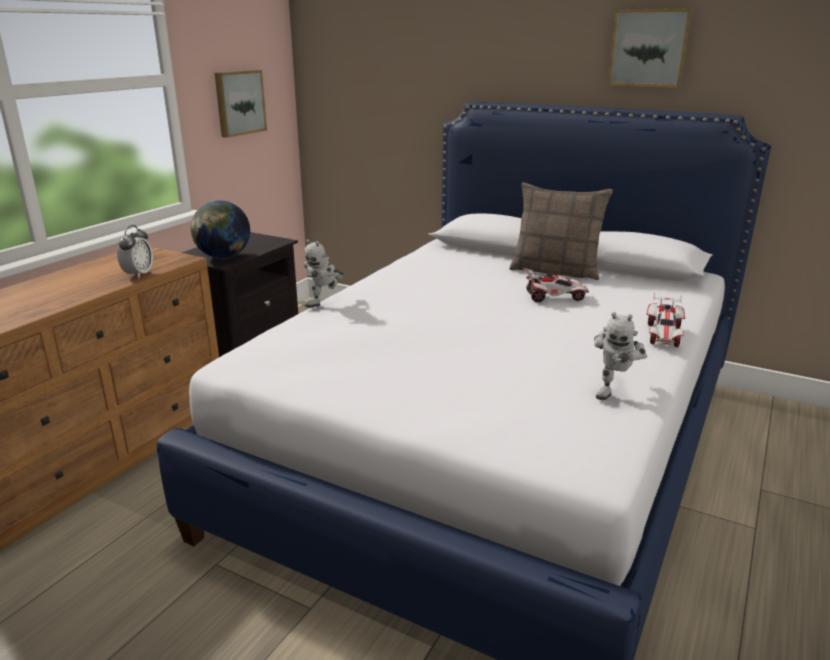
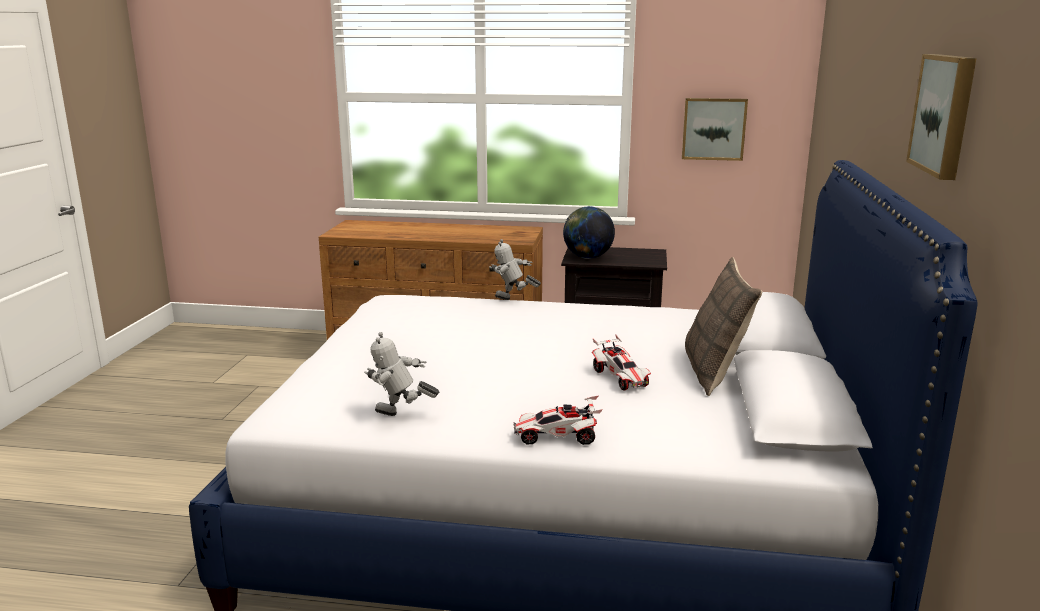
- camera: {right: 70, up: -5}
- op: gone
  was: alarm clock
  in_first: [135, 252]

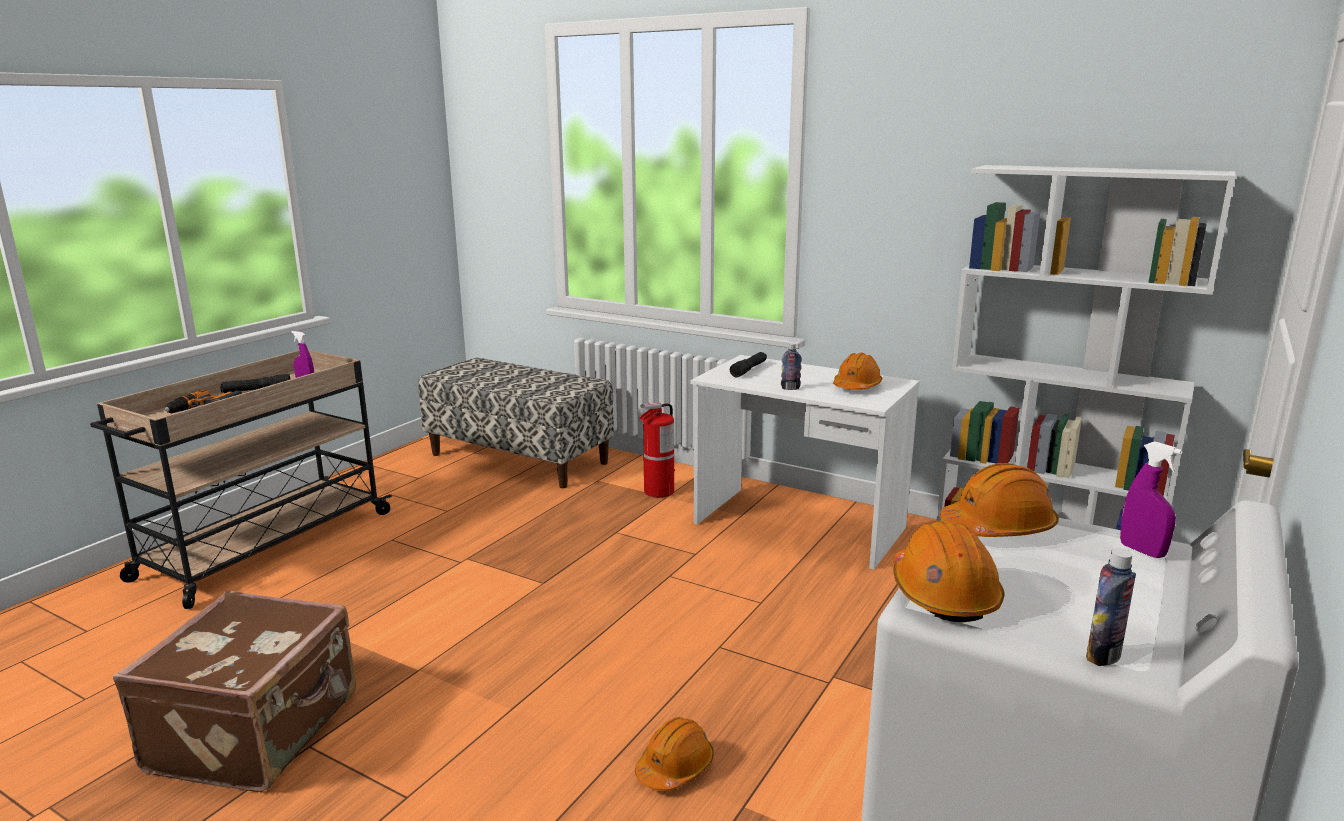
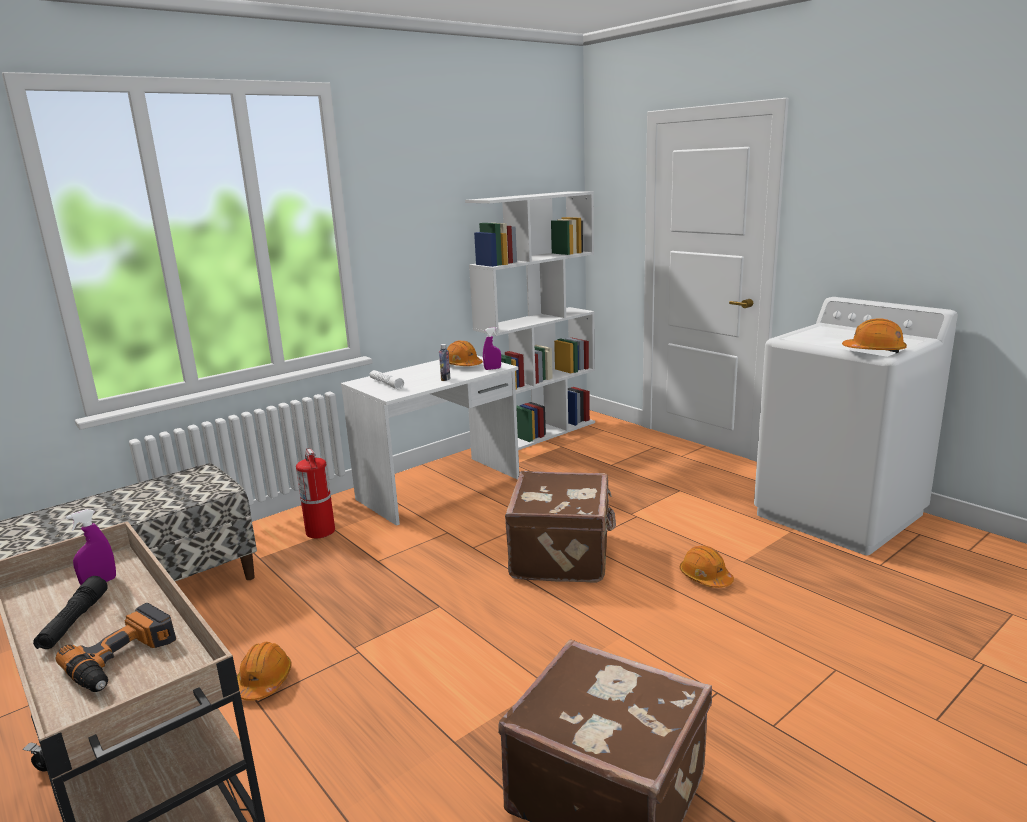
- camera: {right: -70, up: 0}
- op: shifted
  was: orange hard hat
  in_first: [999, 500]
  in_second: [264, 671]
- op: repainted
  was: black flashlight
  now: white flashlight
  in_first: [748, 364]
  in_second: [386, 379]
- op: shifted
  was: purple spray bottle
  in_first: [1151, 499]
  in_second: [492, 348]
- op: new
  now: brown suitcase
  in_second: [560, 526]
- op: gone
  was: bottle
  in_first: [1111, 607]

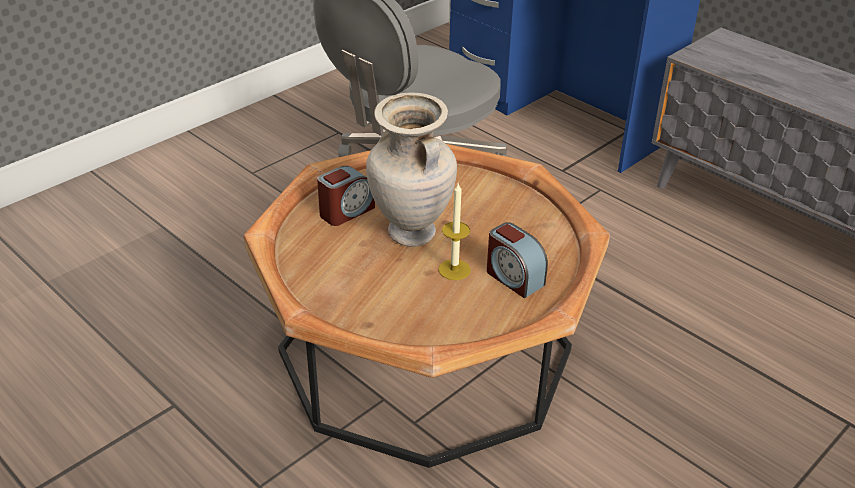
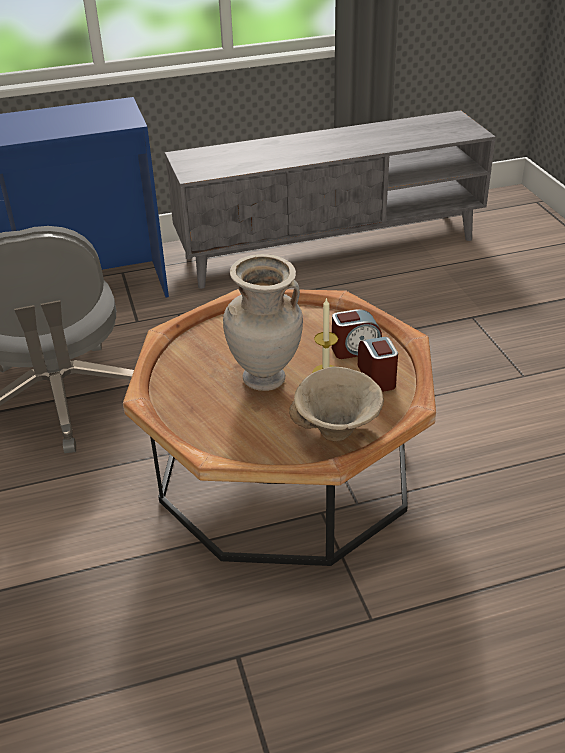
- camera: {right: -60, up: 0}
- op: new
  now: beige bowl
  in_second: [336, 404]
- op: shifted
  was: alarm clock
  in_first: [346, 196]
  in_second: [378, 364]

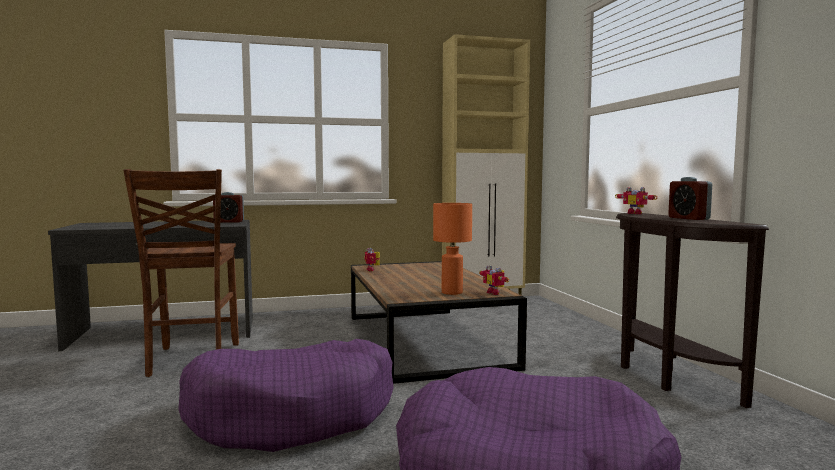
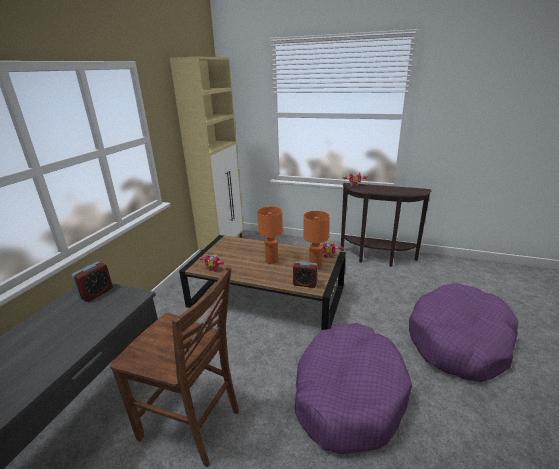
- camera: {right: -55, up: 20}
- op: new
  now: orange table lamp
  in_second: [270, 235]
- op: shifted
  was: alarm clock
  in_first: [690, 198]
  in_second: [305, 274]

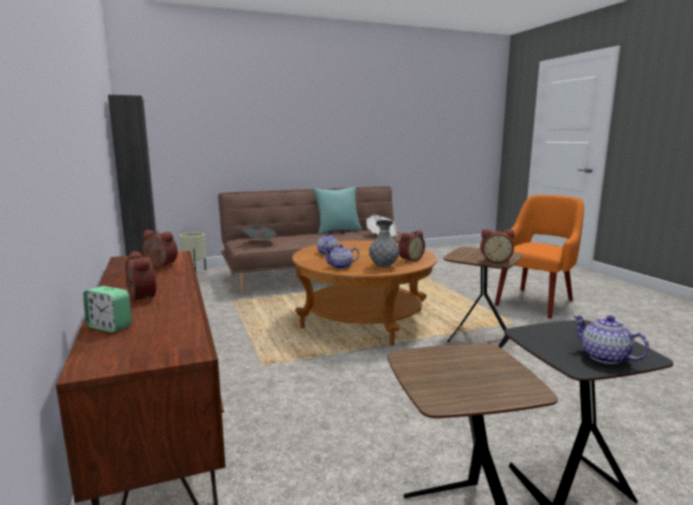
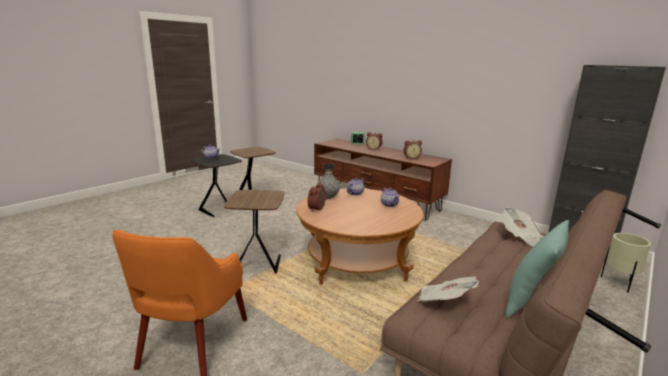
- camera: {right: 150, up: 5}
- op: gone
  was: alarm clock
  in_first: [497, 246]

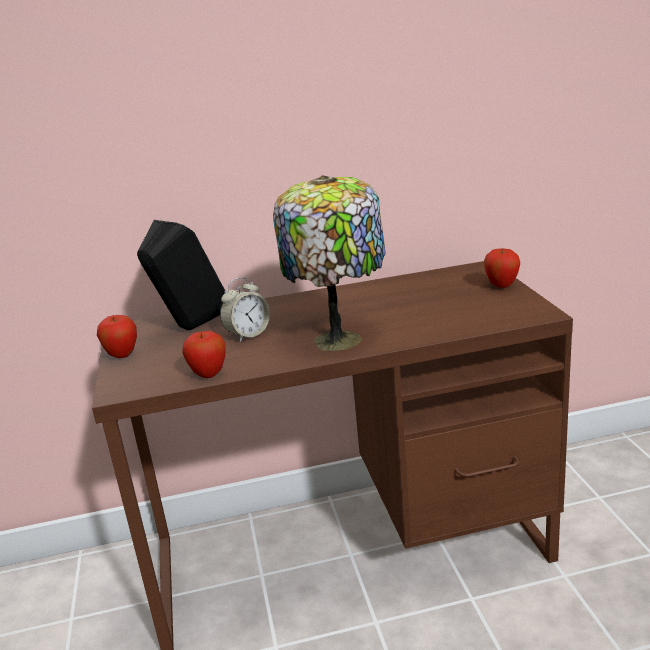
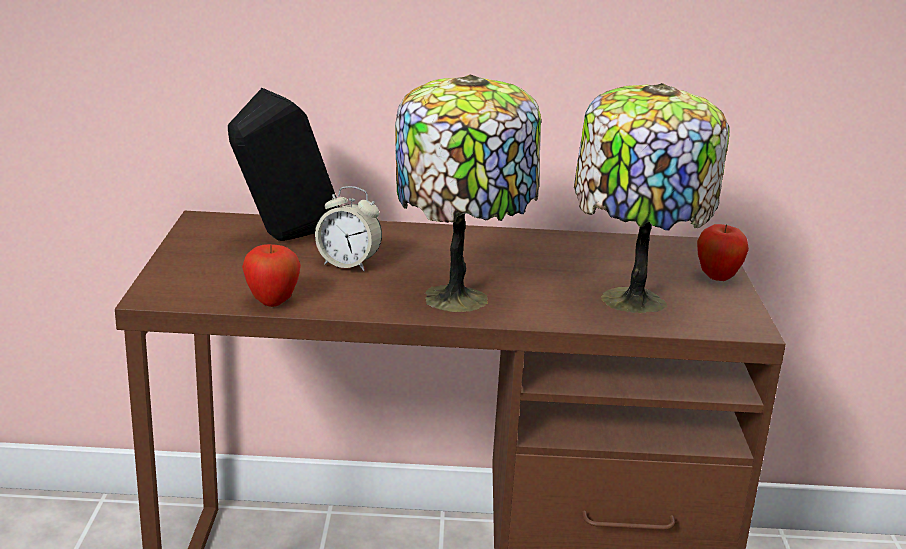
- camera: {right: 10, up: 0}
- op: rotated
  was: alarm clock
  in_first: [245, 309]
  in_second: [348, 228]
  clockwise: 45
- op: new
  now: table lamp
  in_second: [651, 198]
- op: gone
  was: apple
  in_first: [117, 336]

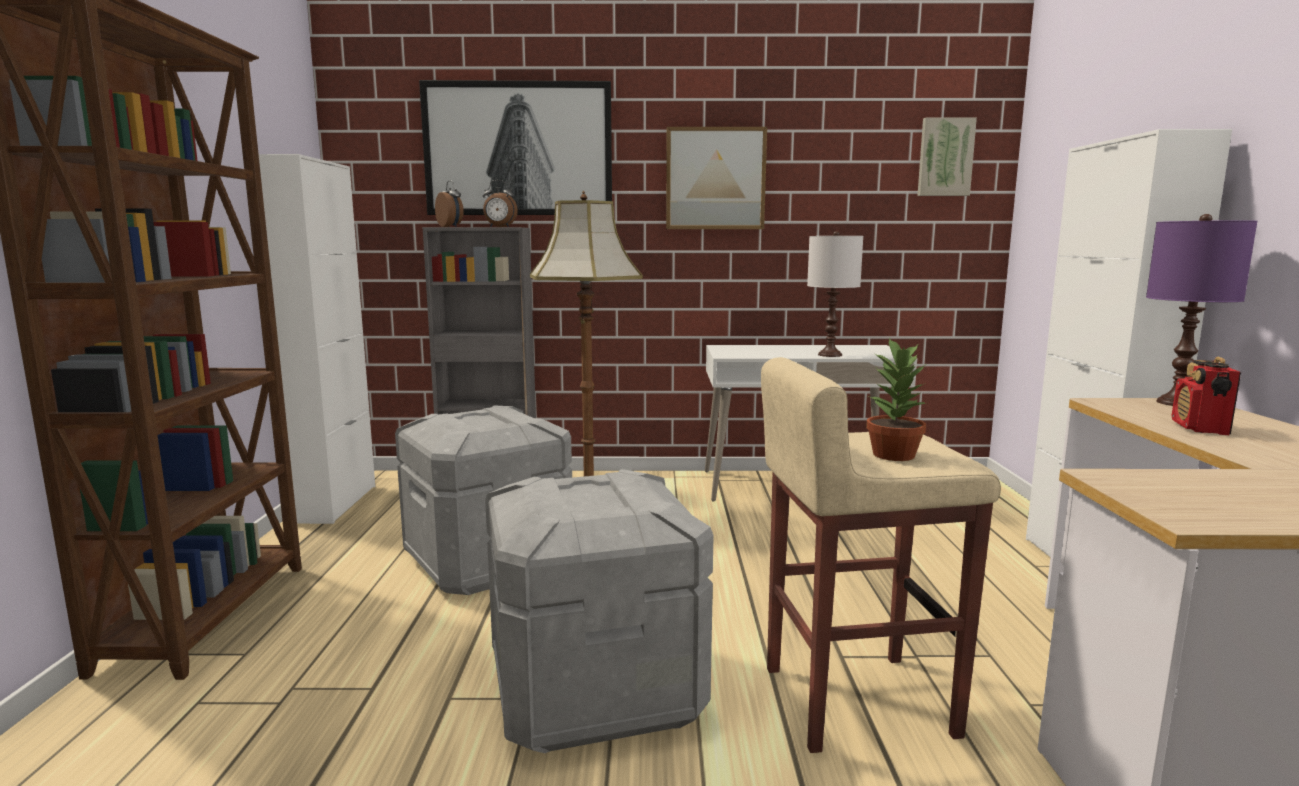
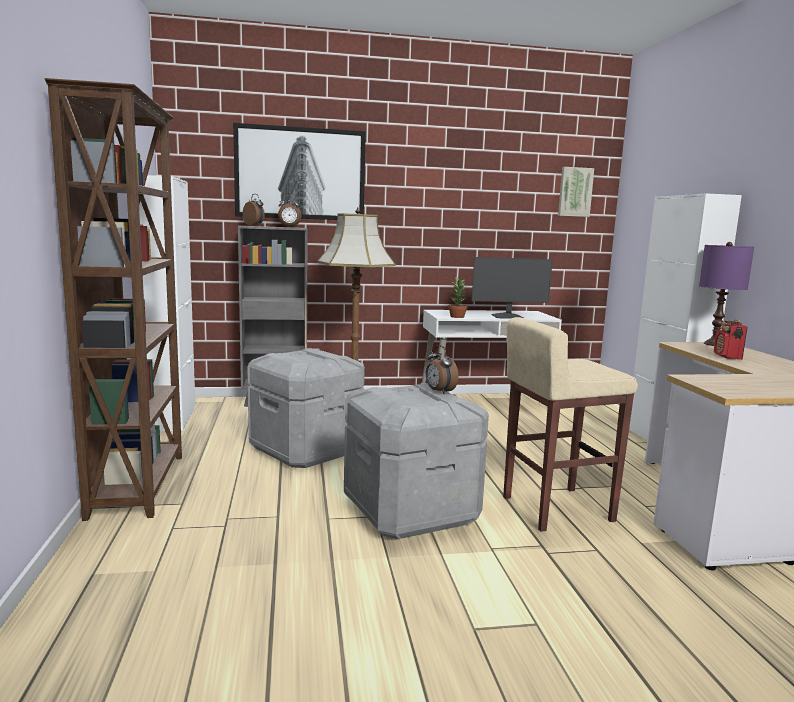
- camera: {right: -10, up: 0}
- op: new
  now: alarm clock
  in_second: [442, 369]
- op: shifted
  was: potted plant
  in_first: [896, 399]
  in_second: [458, 298]
- op: swapped
  was: white table lamp
  now: monitor
  in_first: [835, 294]
  in_second: [512, 288]
- op: gone
  was: picture
  in_first: [716, 178]

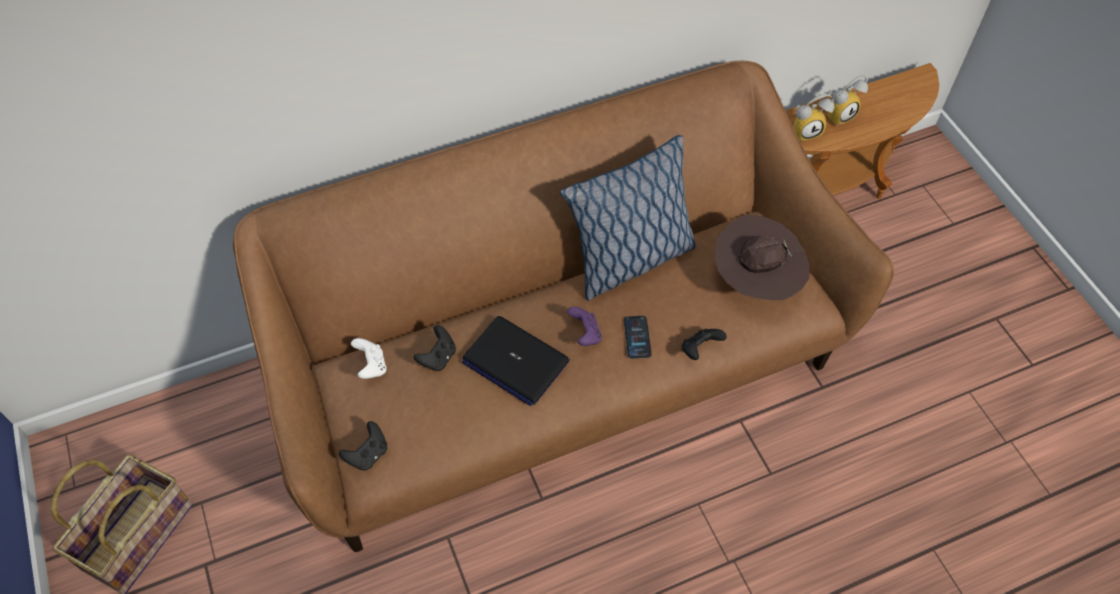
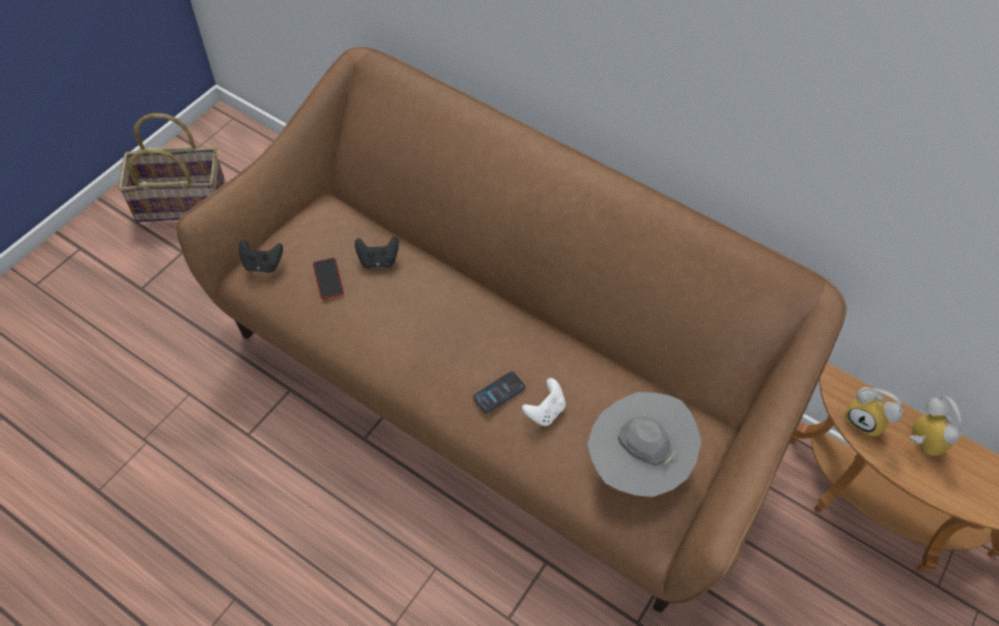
- camera: {right: 55, up: 0}
- op: new
  now: phone
  in_second: [328, 278]
- op: shifted
  was: white game controller
  in_first: [369, 358]
  in_second: [544, 402]
- op: repainted
  was: brown hat
  now: grey hat
  in_first: [762, 257]
  in_second: [644, 444]
- op: rotated
  was: alarm clock
  in_first: [848, 100]
  in_second: [935, 426]
  clockwise: -135
- op: gone
  was: laptop
  in_first: [516, 361]
- op: gone
  was: pillow
  in_first: [628, 218]
- op: gone
  was: purple game controller
  in_first: [584, 326]
- op: gone
  was: black game controller
  in_first: [704, 344]

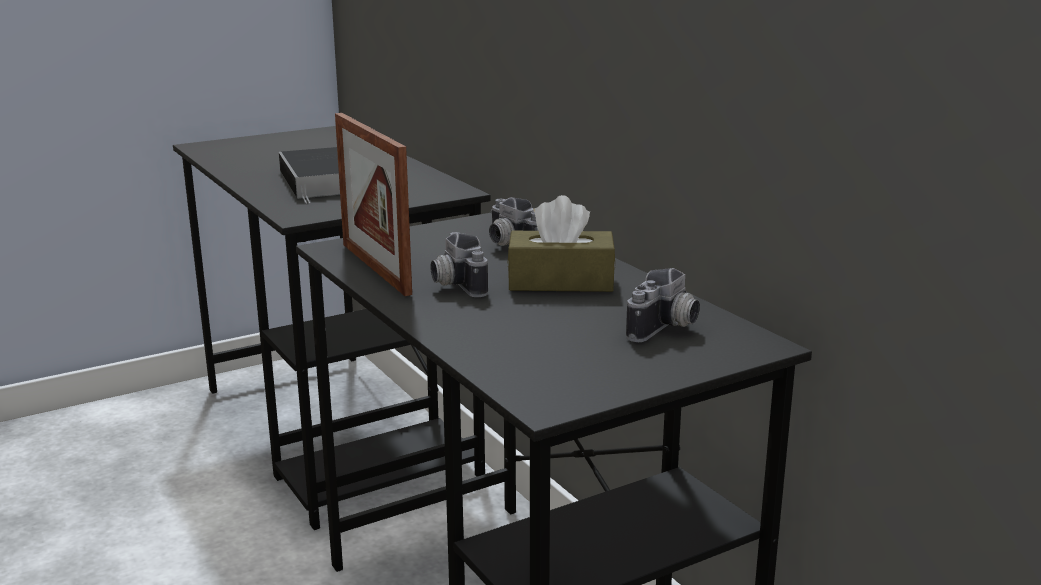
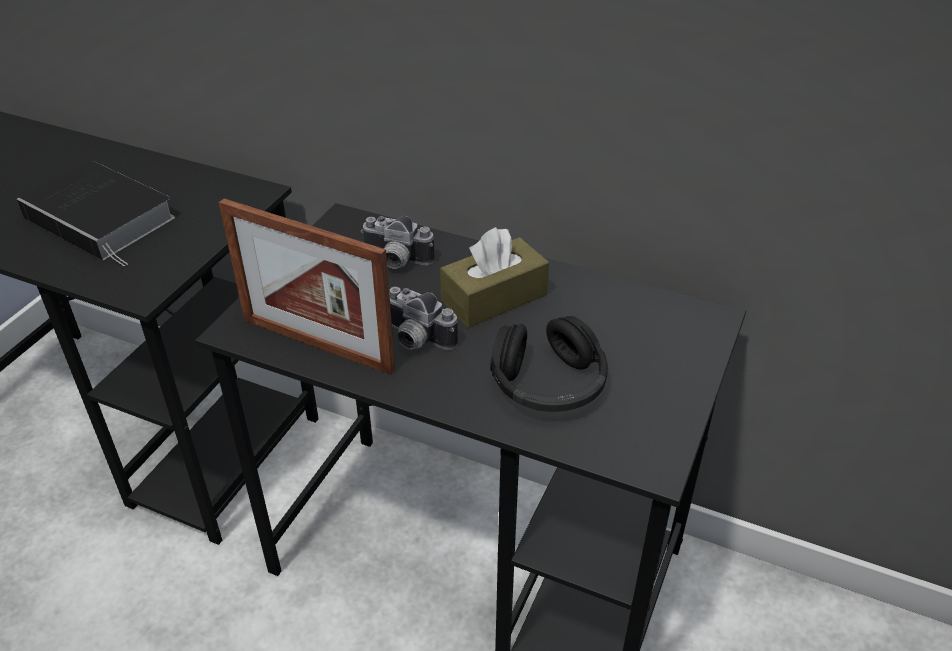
- camera: {right: -35, up: 20}
- op: new
  now: black headphones
  in_second: [549, 364]
- op: gone
  was: photo camera
  in_first: [663, 305]

